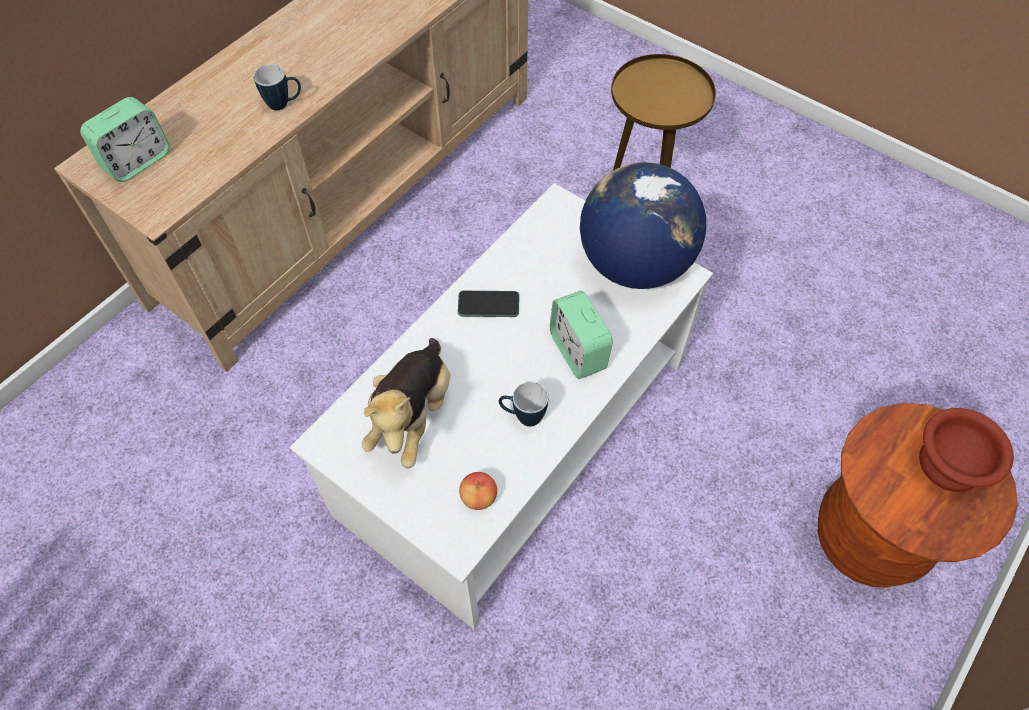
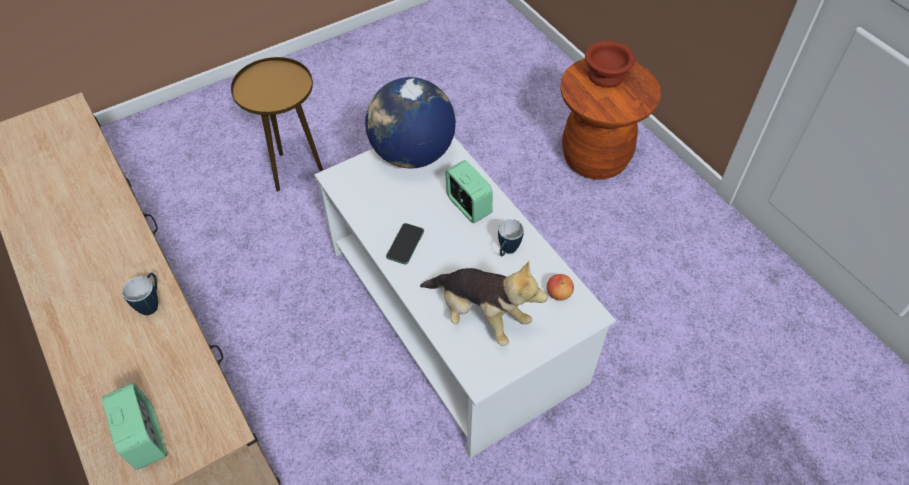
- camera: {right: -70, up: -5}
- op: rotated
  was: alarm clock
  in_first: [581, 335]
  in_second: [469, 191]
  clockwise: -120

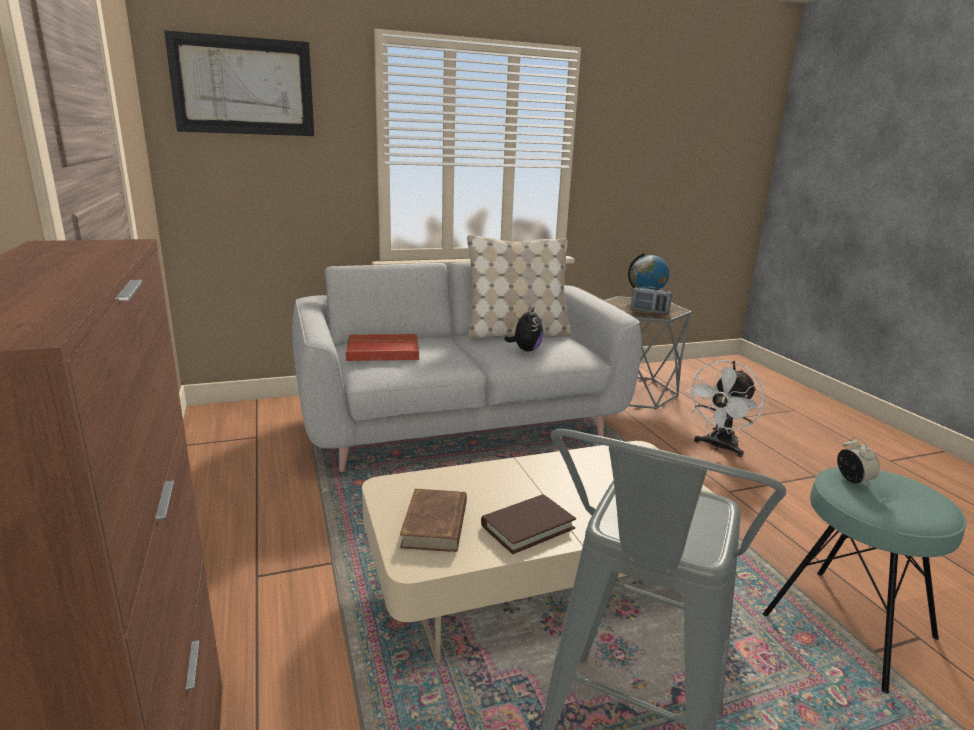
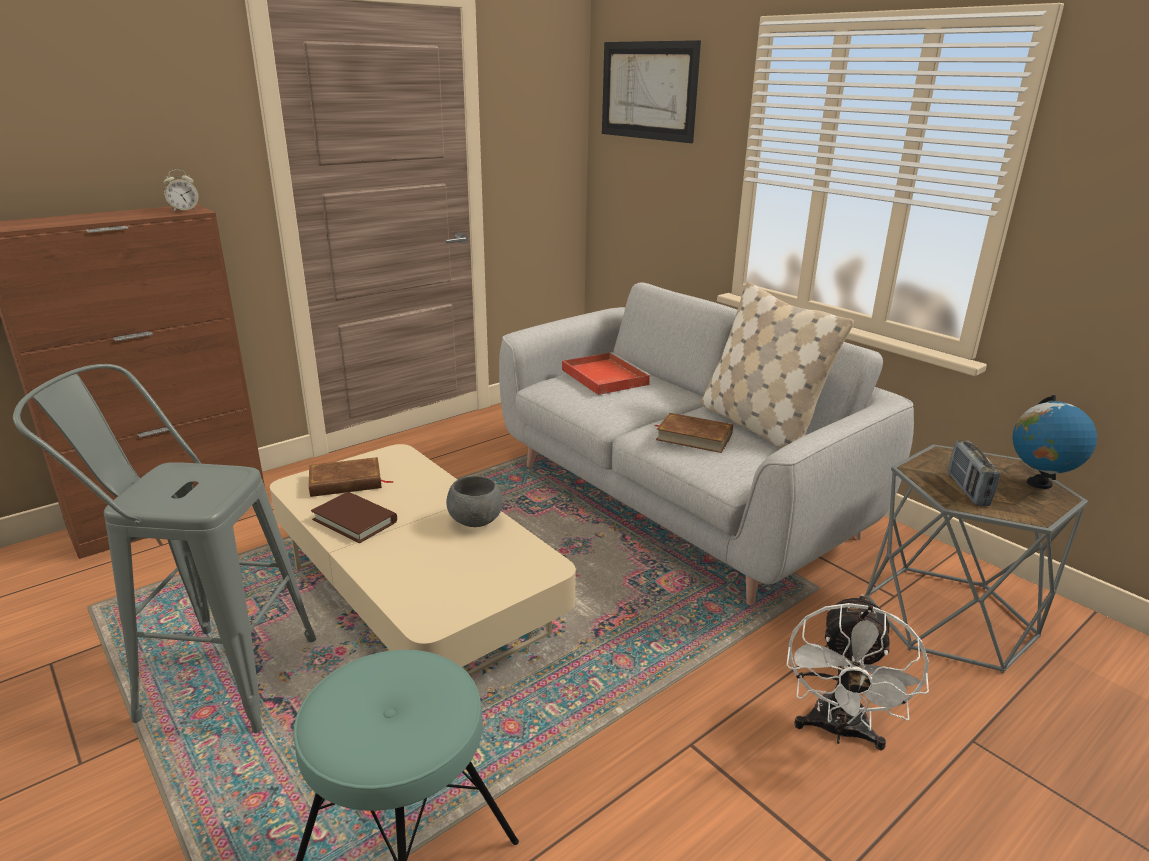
- camera: {right: 70, up: 5}
- op: shifted
  was: alarm clock
  in_first: [858, 461]
  in_second: [181, 191]
- op: new
  now: grey bowl
  in_second: [474, 501]
- op: swapped
  was: plush toy
  now: brown book
  in_first: [523, 328]
  in_second: [693, 433]
- op: rotated
  was: white fan
  in_first: [725, 408]
  in_second: [857, 672]
  clockwise: -90

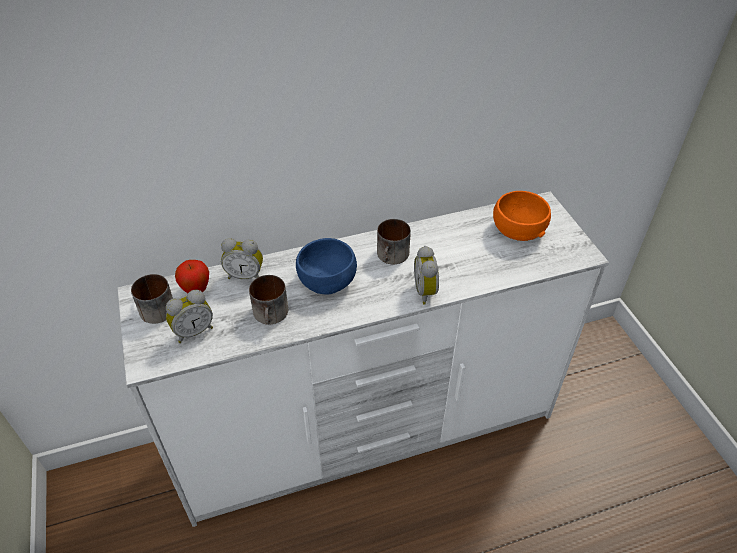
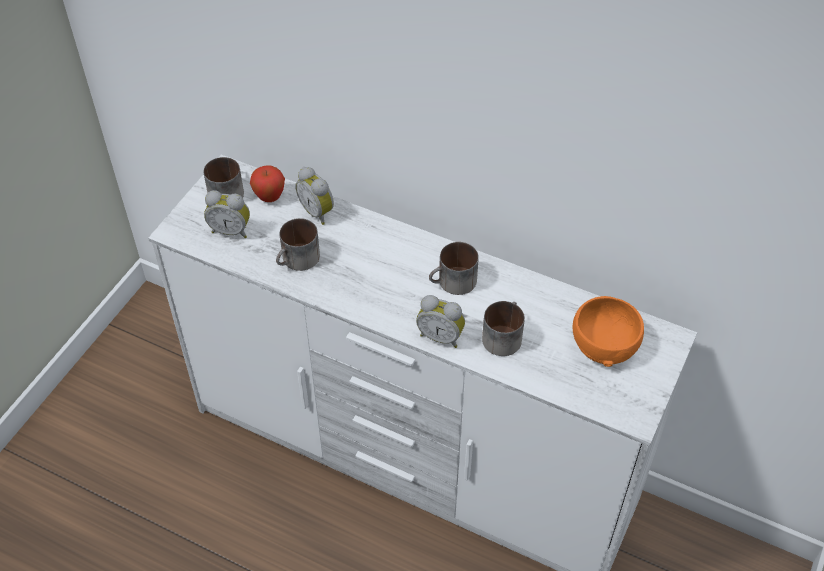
- camera: {right: 45, up: 5}
- op: rotated
  was: alarm clock
  in_first: [426, 275]
  in_second: [440, 321]
  clockwise: -105
- op: new
  now: mug
  in_second: [503, 328]
- op: gone
  was: blue bowl
  in_first: [326, 266]

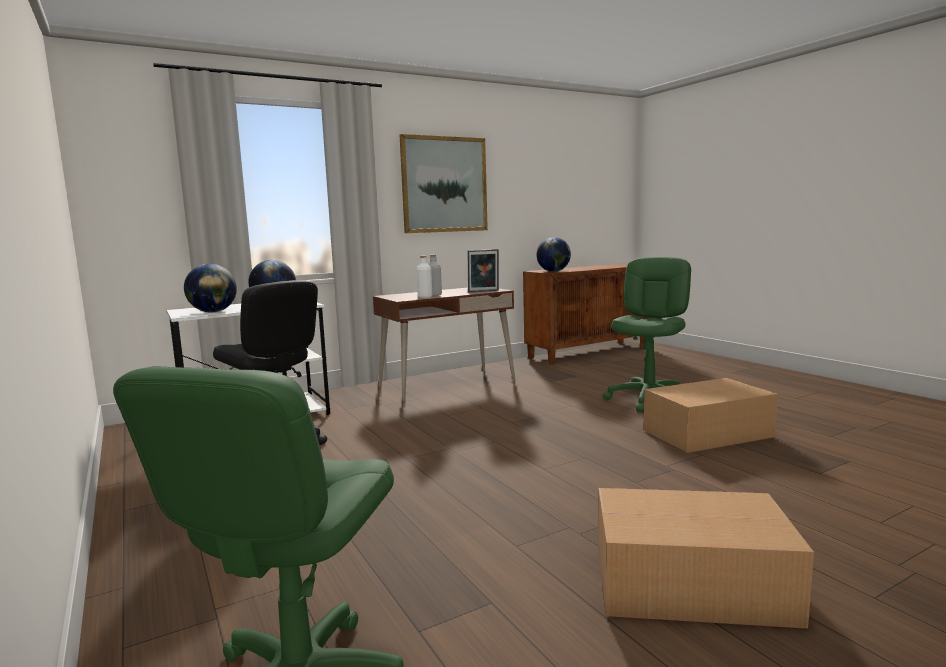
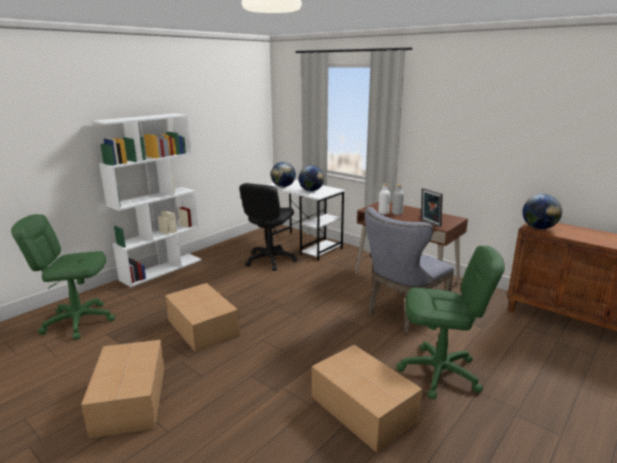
- camera: {right: 70, up: 10}
- op: new
  now: white bookcase
  in_second: [147, 200]
- op: new
  now: cardboard box
  in_second: [202, 318]
- op: new
  now: grey chair
  in_second: [409, 270]
- op: gone
  was: picture
  in_first: [444, 183]

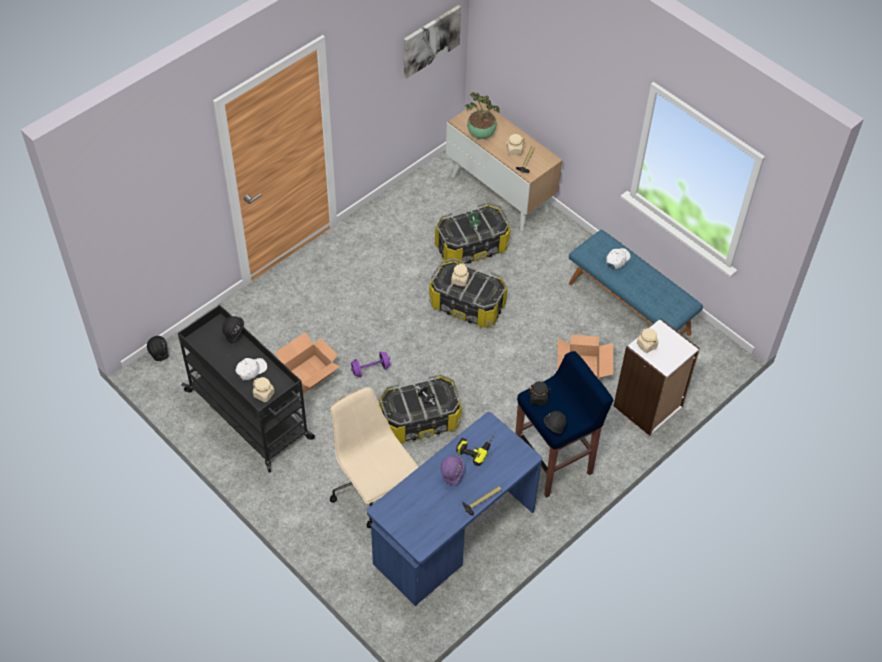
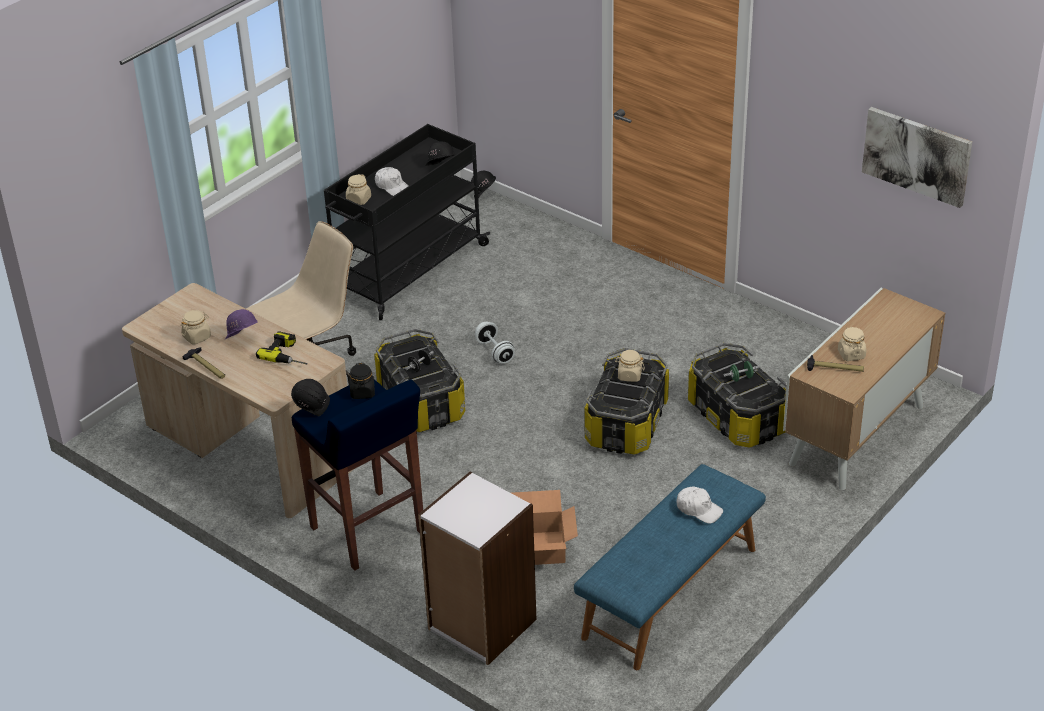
- camera: {right: 85, up: -15}
- op: repainted
  was: blue desk
  now: beige desk
  in_first: [454, 509]
  in_second: [238, 400]
- op: shifted
  was: beige jar
  in_first: [647, 340]
  in_second: [196, 327]
- op: repainted
  was: purple dumbbell
  now: white dumbbell
  in_first: [370, 364]
  in_second: [495, 343]
- op: gone
  was: cardboard box
  in_first: [307, 363]
- op: gone
  was: potted plant
  in_first: [482, 115]

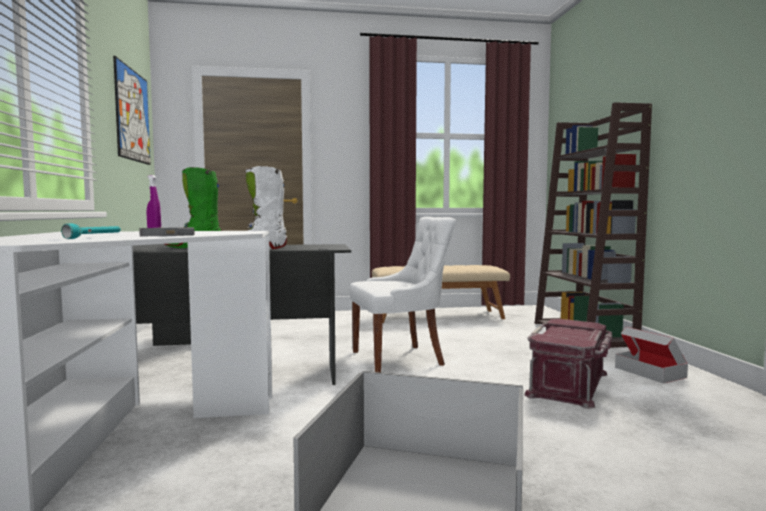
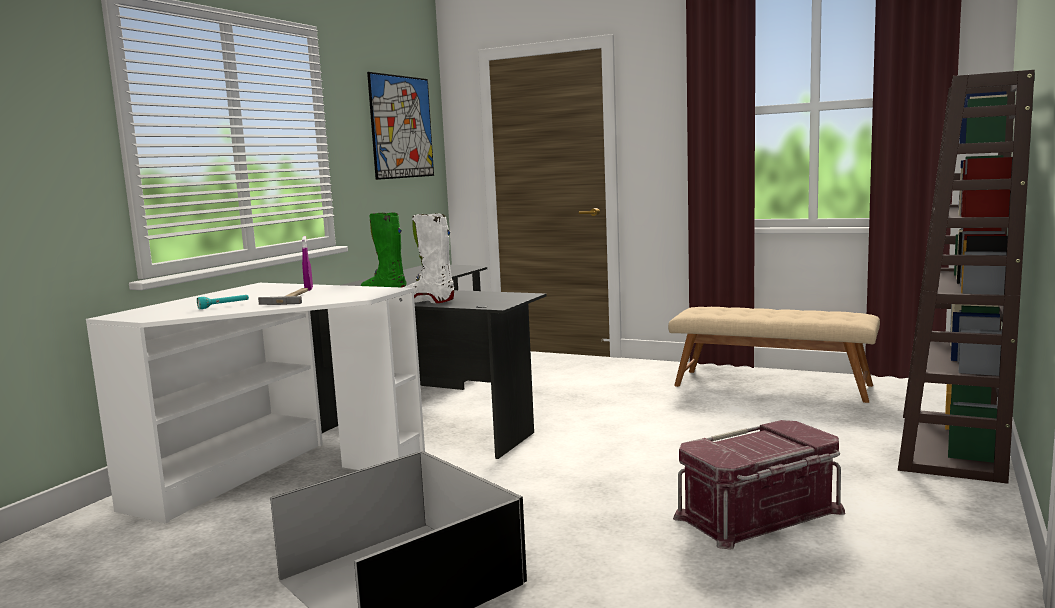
- camera: {right: 35, up: 5}
- op: gone
  was: white chair
  in_first: [402, 295]
- op: gone
  was: cardboard box
  in_first: [651, 355]

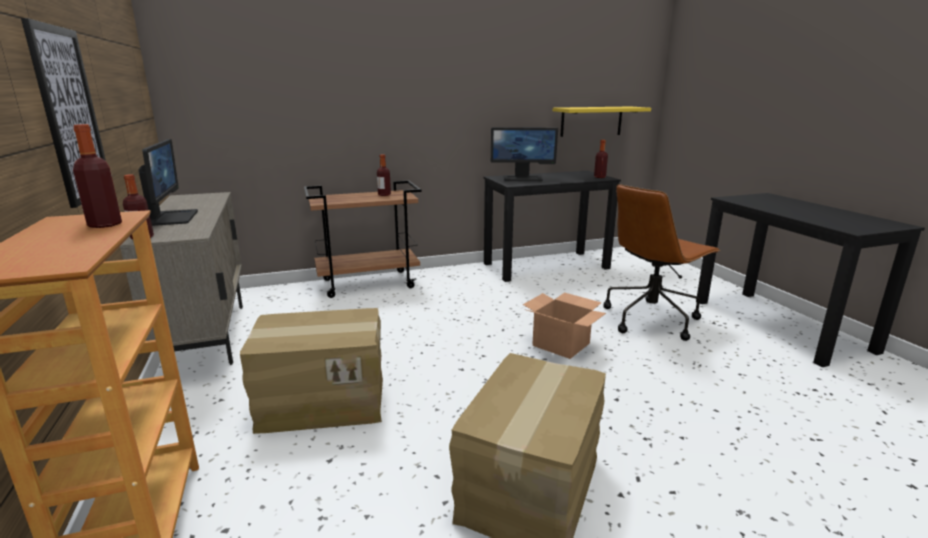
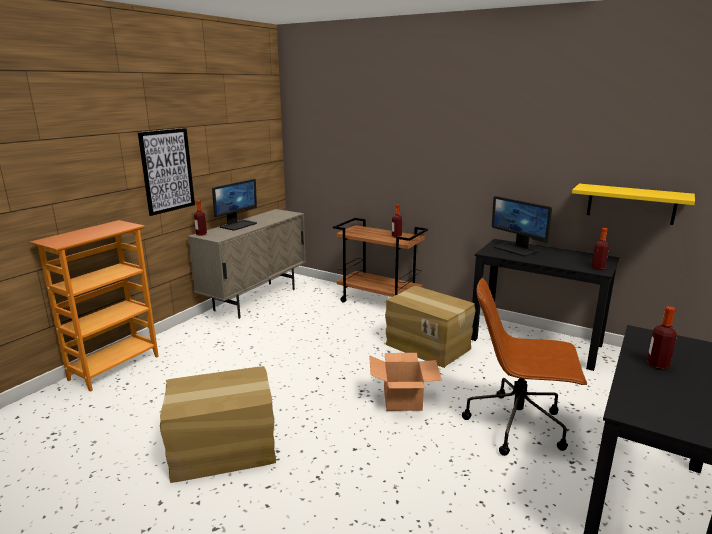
- camera: {right: 50, up: 0}
- op: shifted
  was: cardboard box
  in_first: [311, 371]
  in_second: [430, 327]
- op: shifted
  was: bottle
  in_first: [97, 176]
  in_second: [662, 337]

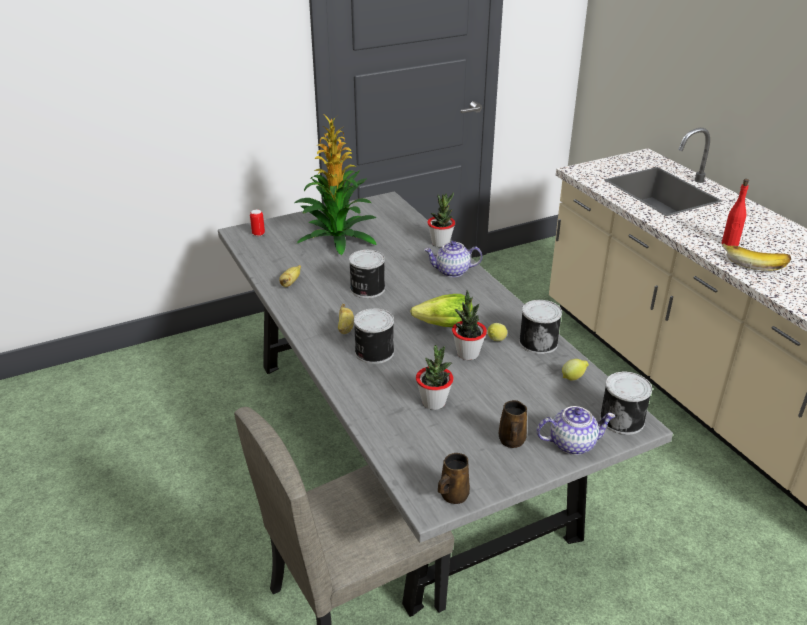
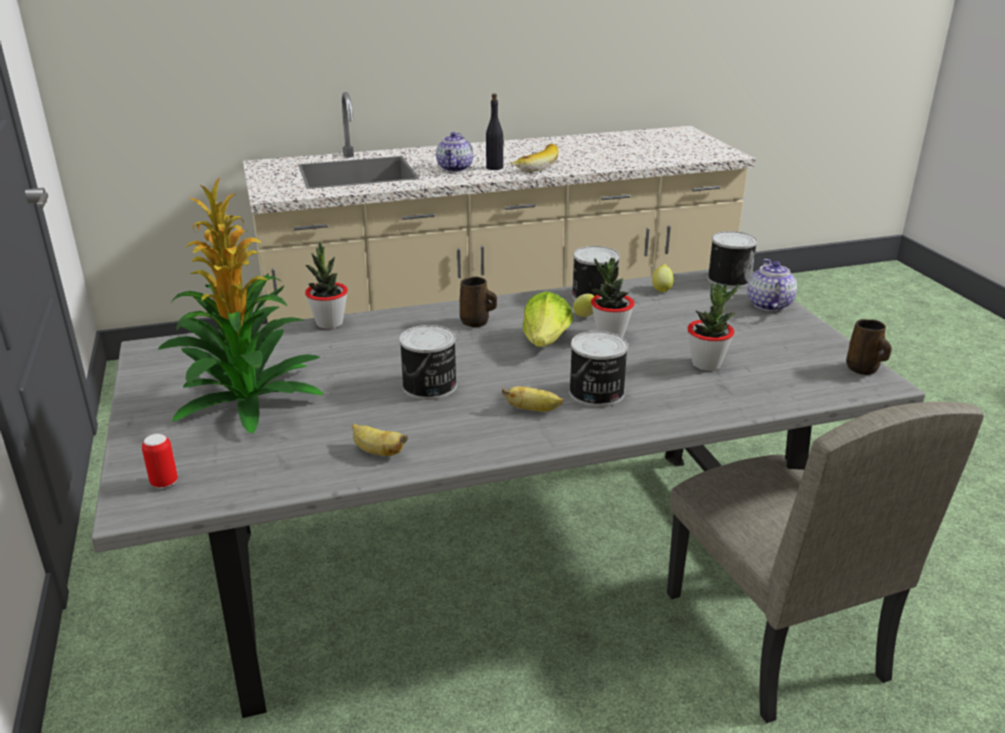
- camera: {right: -80, up: -5}
- op: shifted
  was: teapot
  in_first: [453, 259]
  in_second: [454, 152]
- op: shifted
  was: brown mug
  in_first: [513, 424]
  in_second: [478, 301]
- op: repainted
  was: red bottle
  now: black bottle
  in_first: [735, 212]
  in_second: [495, 132]

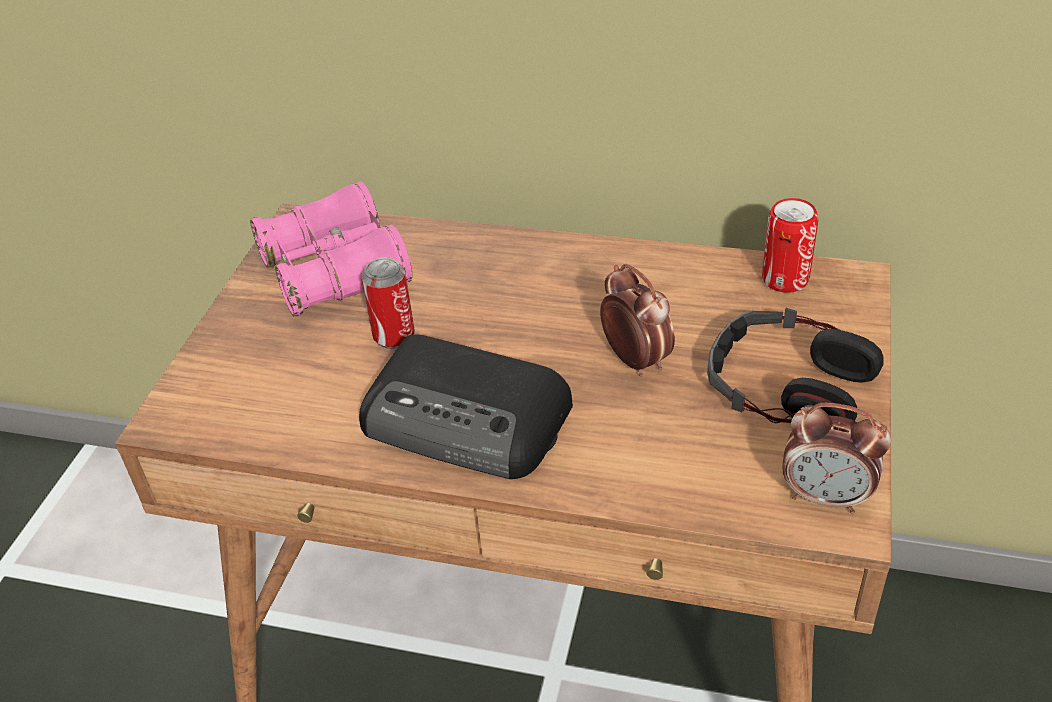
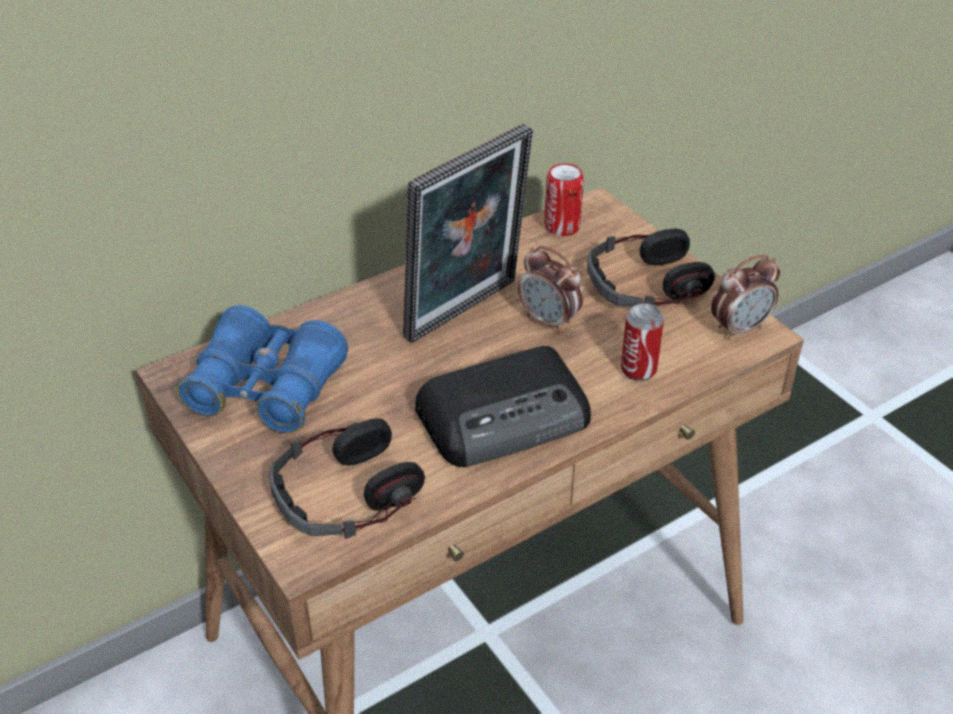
- camera: {right: -50, up: 0}
- op: repainted
  was: pink binoculars
  now: blue binoculars
  in_first: [331, 249]
  in_second: [262, 369]
- op: new
  now: headphones
  in_second: [347, 478]
- op: new
  now: picture frame
  in_second: [468, 233]
- op: rotated
  was: alarm clock
  in_first: [637, 320]
  in_second: [550, 290]
  clockwise: -150
- op: shifted
  was: can
  in_first: [387, 303]
  in_second: [642, 342]

